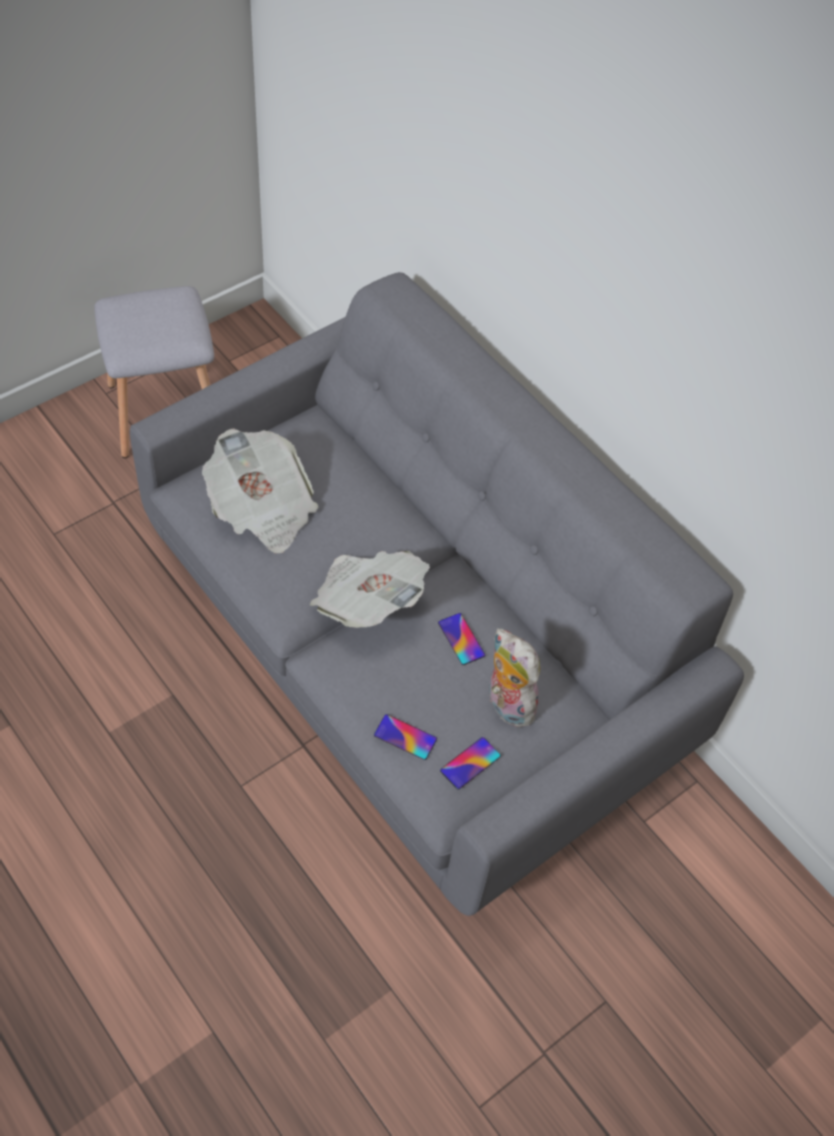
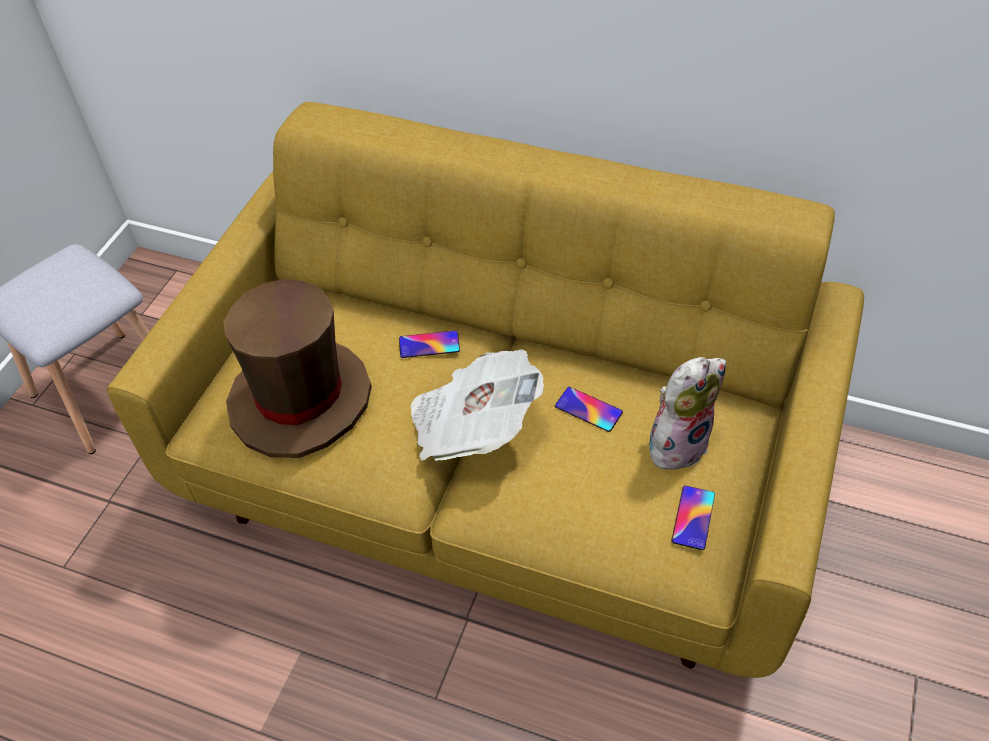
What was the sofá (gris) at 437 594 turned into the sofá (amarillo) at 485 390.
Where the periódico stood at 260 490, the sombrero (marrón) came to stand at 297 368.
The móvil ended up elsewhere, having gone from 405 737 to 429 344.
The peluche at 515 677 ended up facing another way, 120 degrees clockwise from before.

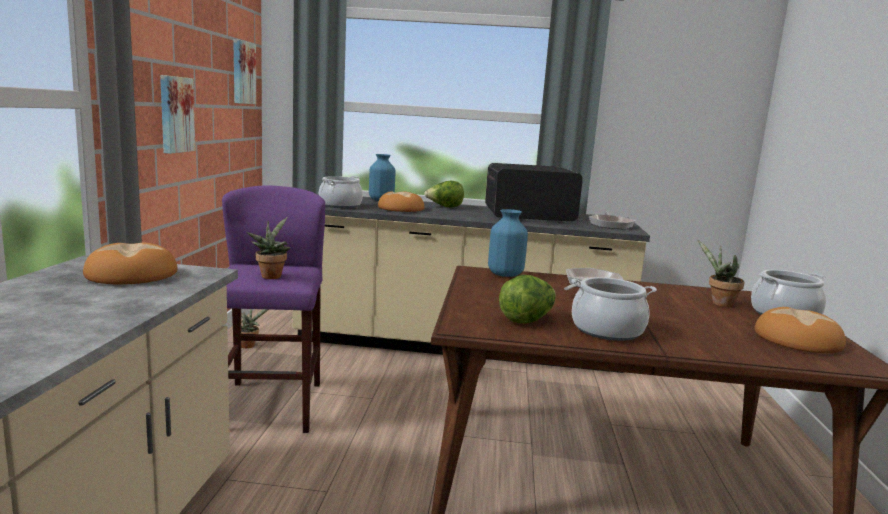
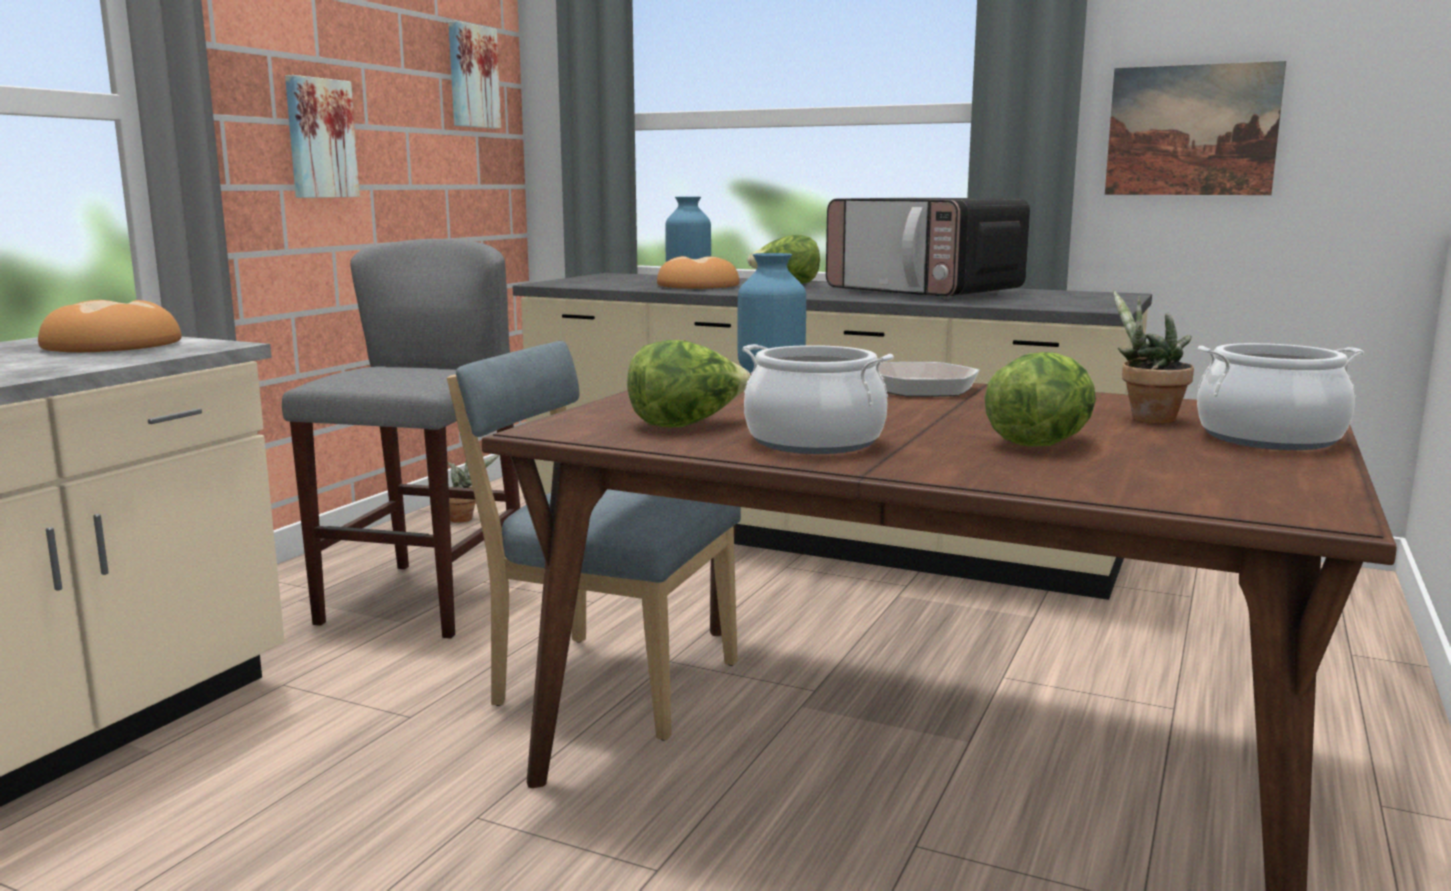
What was the taburete (morado) at 273 309 turned into the taburete (gris) at 401 439.
The second view lost the planta en maceta at 268 248.
The second view lost the olla at 341 192.
The microondas at 534 193 ended up facing another way, 150 degrees counterclockwise from before.
The second view lost the sartén at 612 220.
The second view lost the pan at 800 330.
The second view gained the silla (azul) at 594 541.
The second view gained the lechuga at 1040 399.
The second view gained the cuadro at 1195 128.

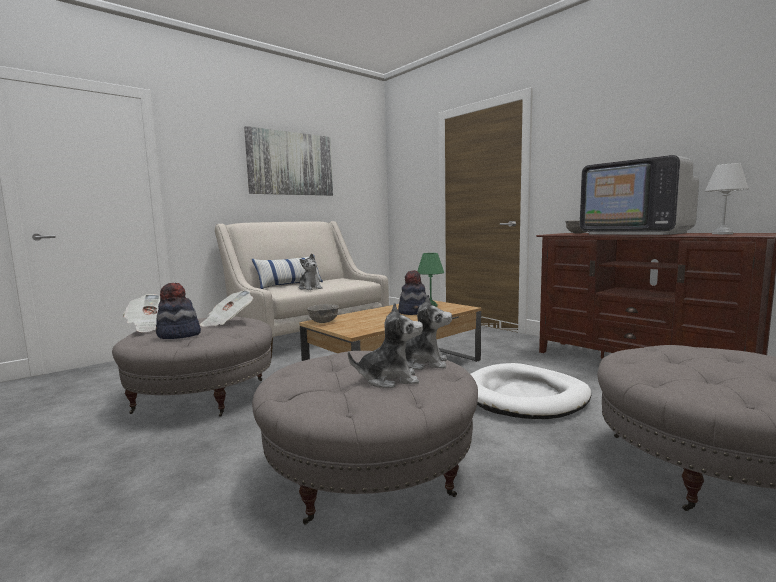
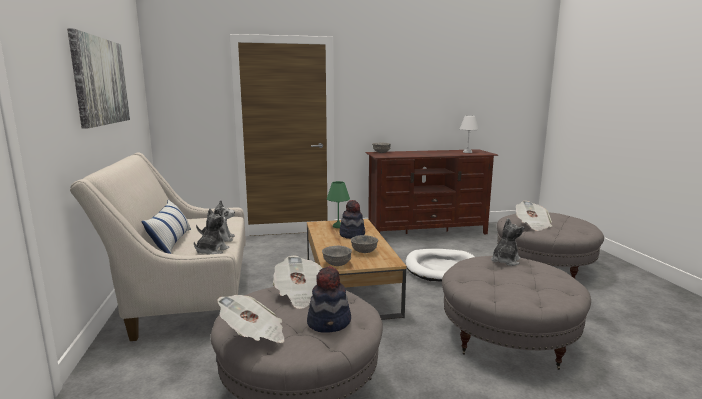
The peluche ended up elsewhere, having gone from 385 345 to 211 232.
The second view lost the televisor at 639 195.
The second view gained the cuenco (gris) at 364 244.
The second view gained the periódico at 534 216.

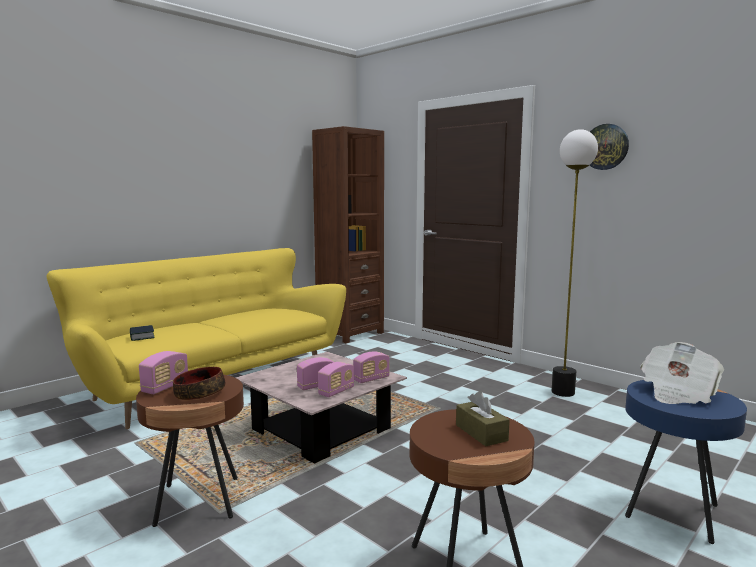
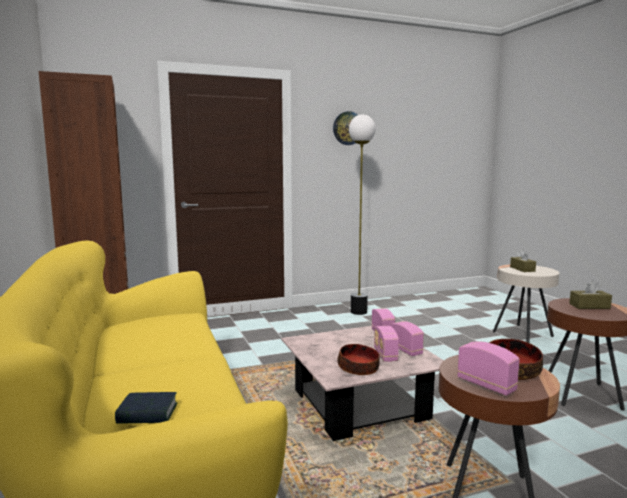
What was the mesa auxiliar (azul) at 686 462 turned into the mesa auxiliar (beis) at 526 303.
Where the periódico stood at 682 373, the caja de pañuelos (marrón) came to stand at 523 260.
The second view gained the cuenco at 359 359.

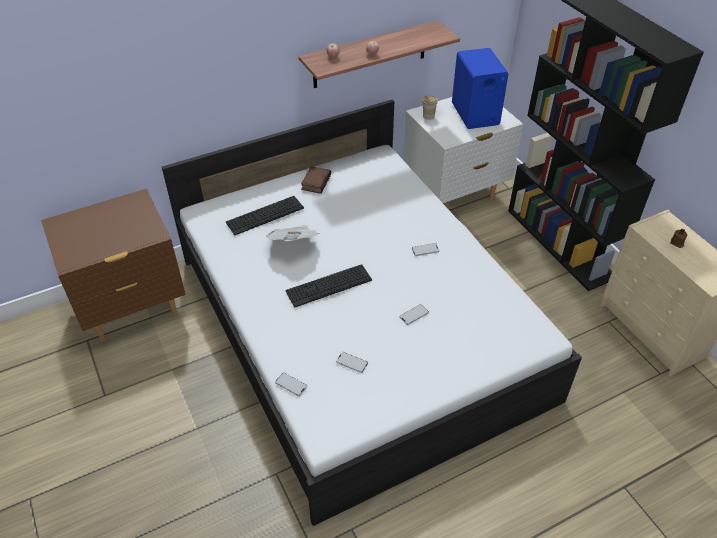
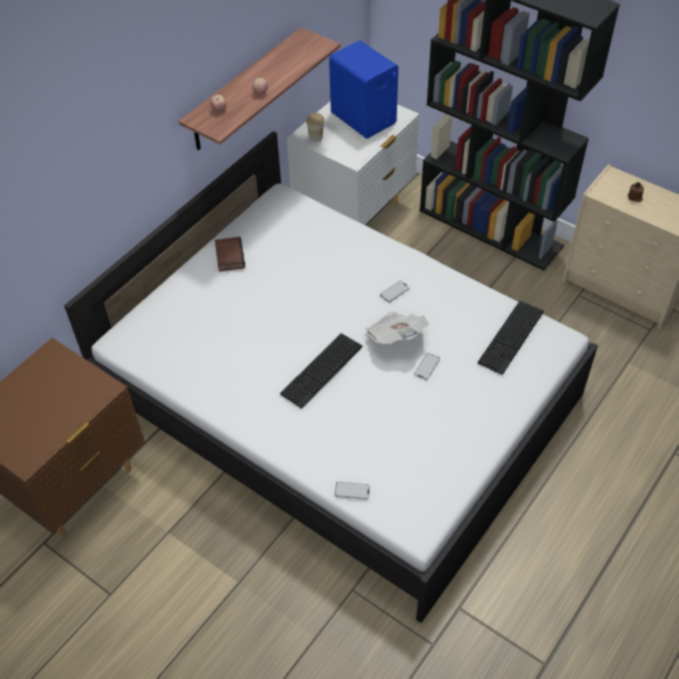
The teclado ended up elsewhere, having gone from 264 215 to 510 338.
The periódico ended up elsewhere, having gone from 293 233 to 397 328.
The second view lost the móvil at 352 362.

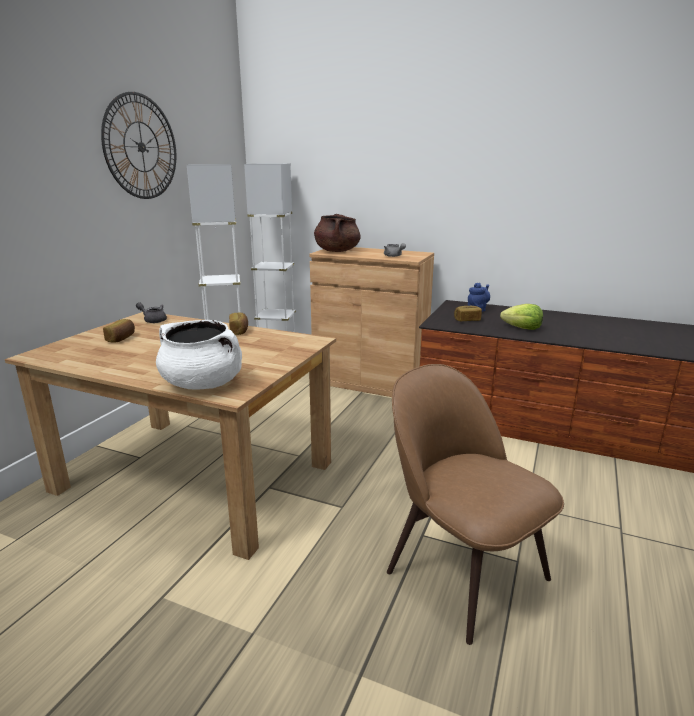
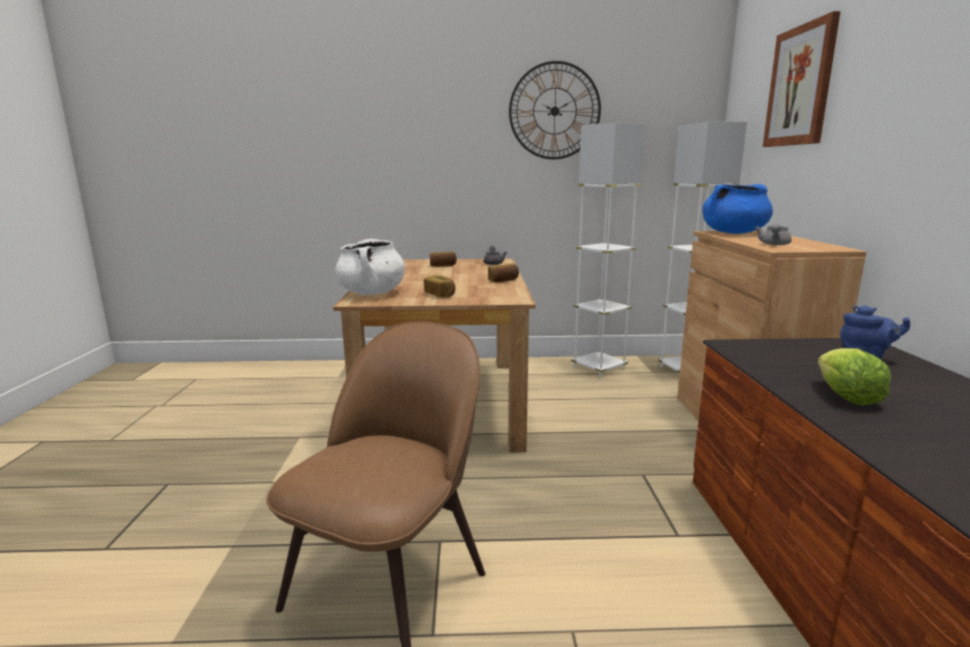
What was the olla (marrón) at 337 233 turned into the olla (azul) at 737 209.
The pan ended up elsewhere, having gone from 468 313 to 440 286.
The second view gained the cuadro at 802 79.

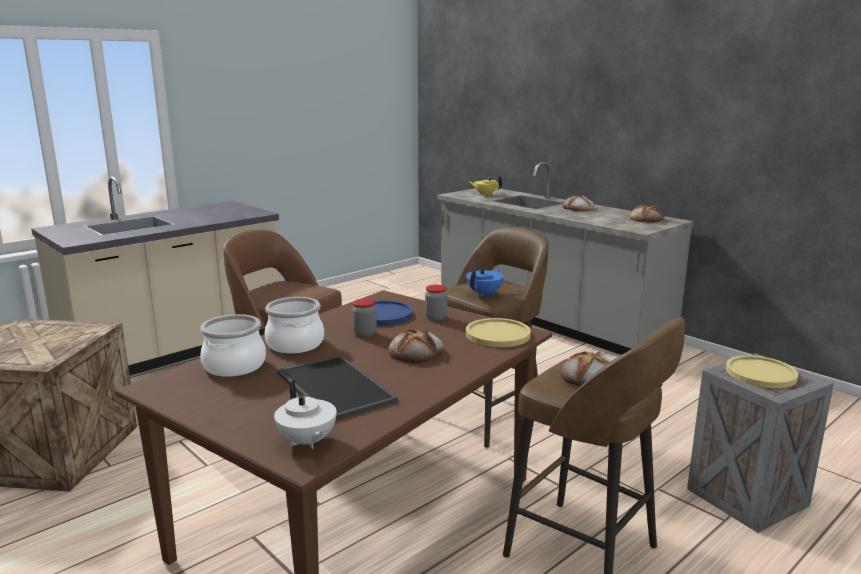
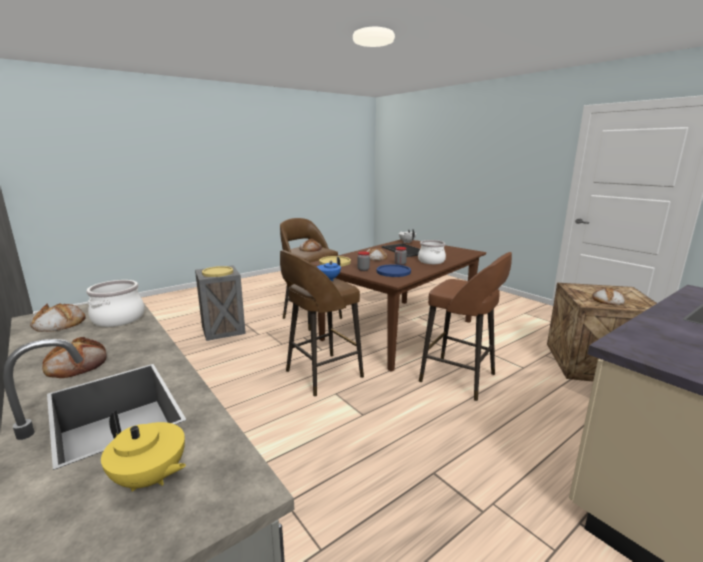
The olla ended up elsewhere, having gone from 233 345 to 115 303.
The second view gained the pan at 608 296.

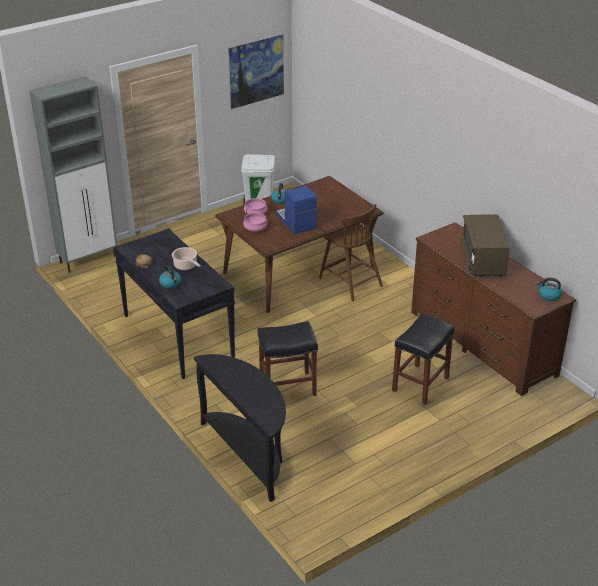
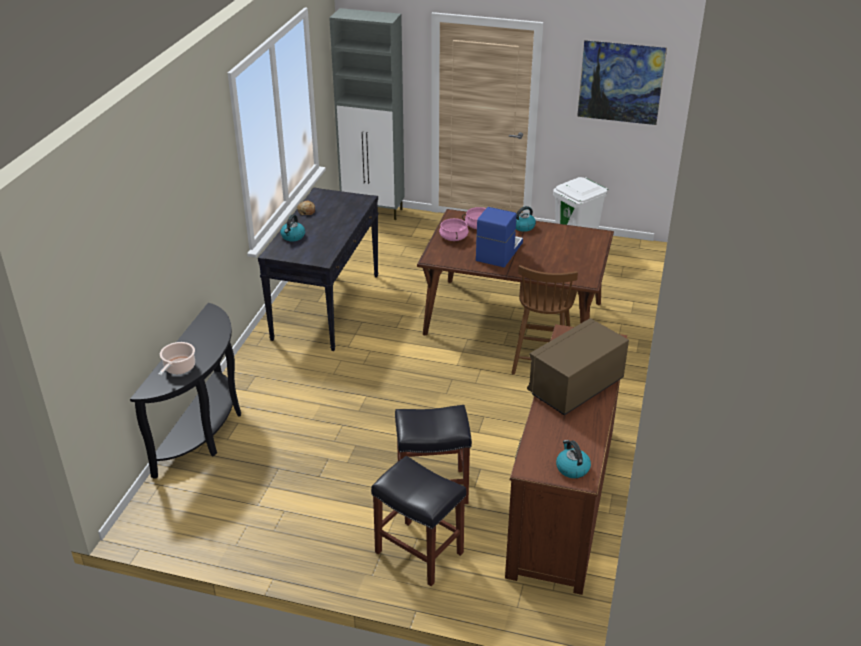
The olla ended up elsewhere, having gone from 186 258 to 176 359.
The taburete (negro) ended up elsewhere, having gone from 287 358 to 418 521.

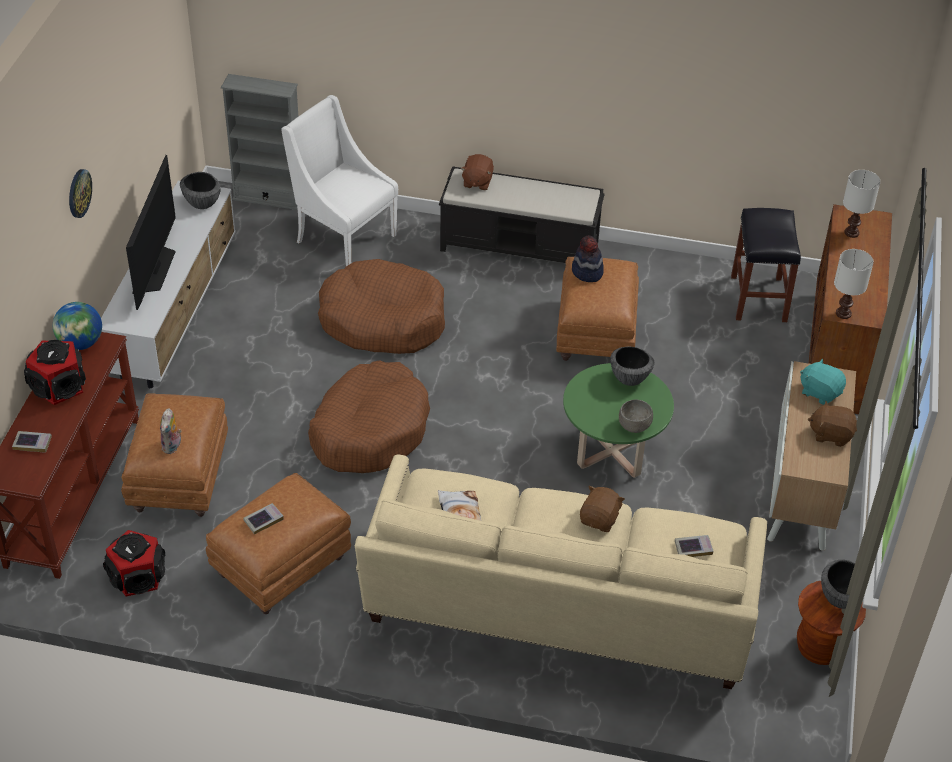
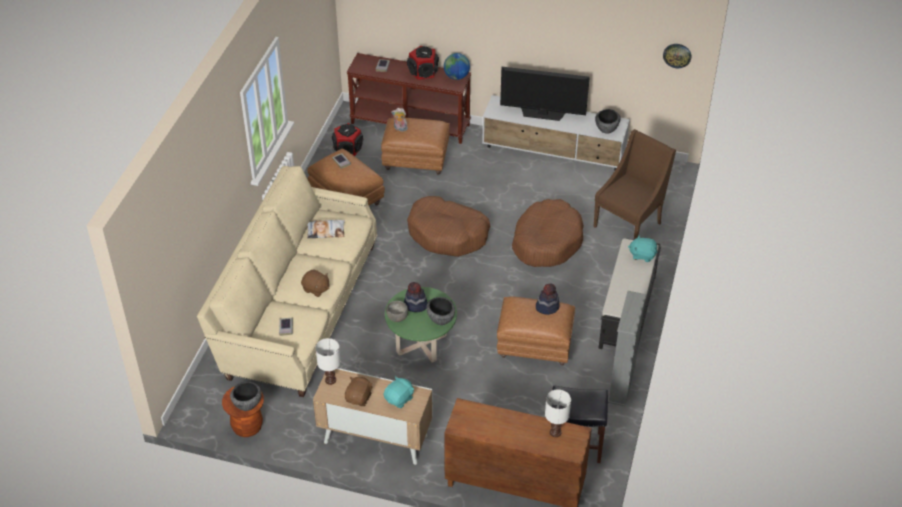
The reloj de pared ended up elsewhere, having gone from 80 193 to 677 56.
The estantería (gris) ended up elsewhere, having gone from 259 142 to 627 349.
What was the sillón (blanco) at 339 180 turned into the sillón (marrón) at 635 184.
What was the peluche (marrón) at 477 172 turned into the peluche (turquesa) at 642 248.
The lámpara de mesa (blanco) ended up elsewhere, having gone from 854 284 to 328 361.
The second view gained the sombrero at 416 297.

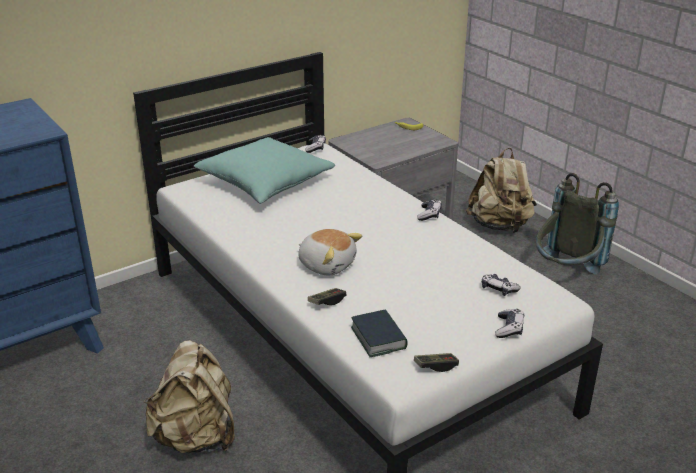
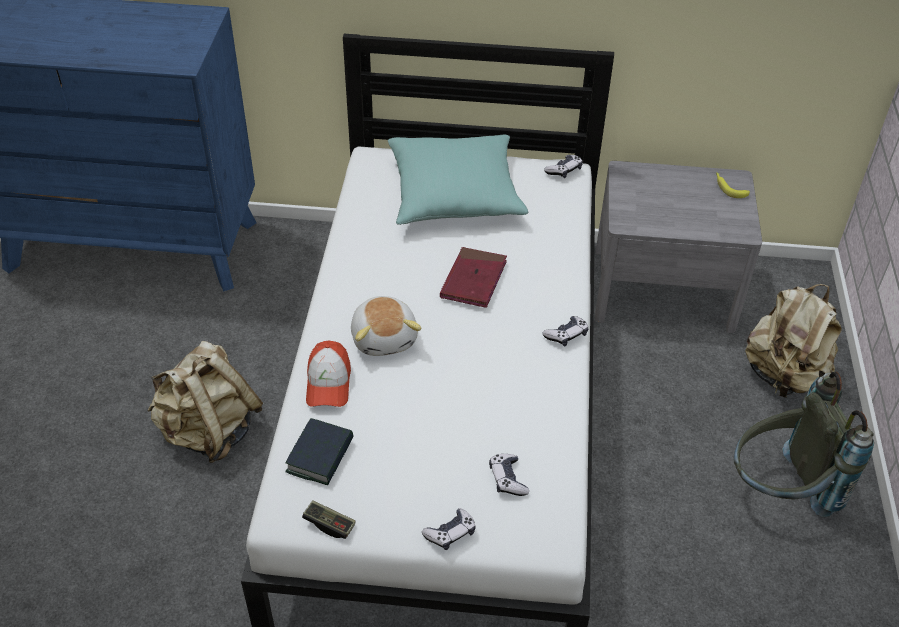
Where the mando de consola stood at 327 296, the gorra came to stand at 328 373.
The second view gained the libro (rojo) at 473 277.

